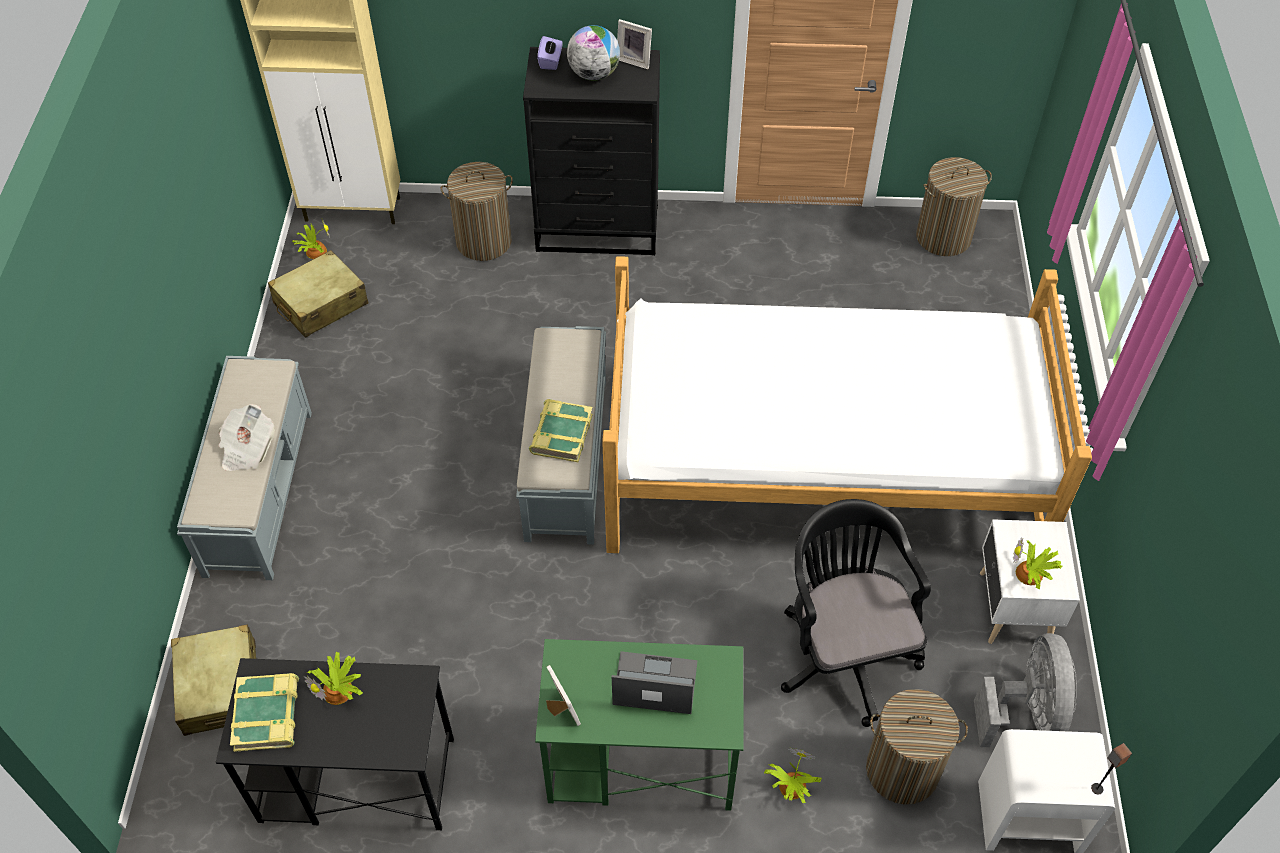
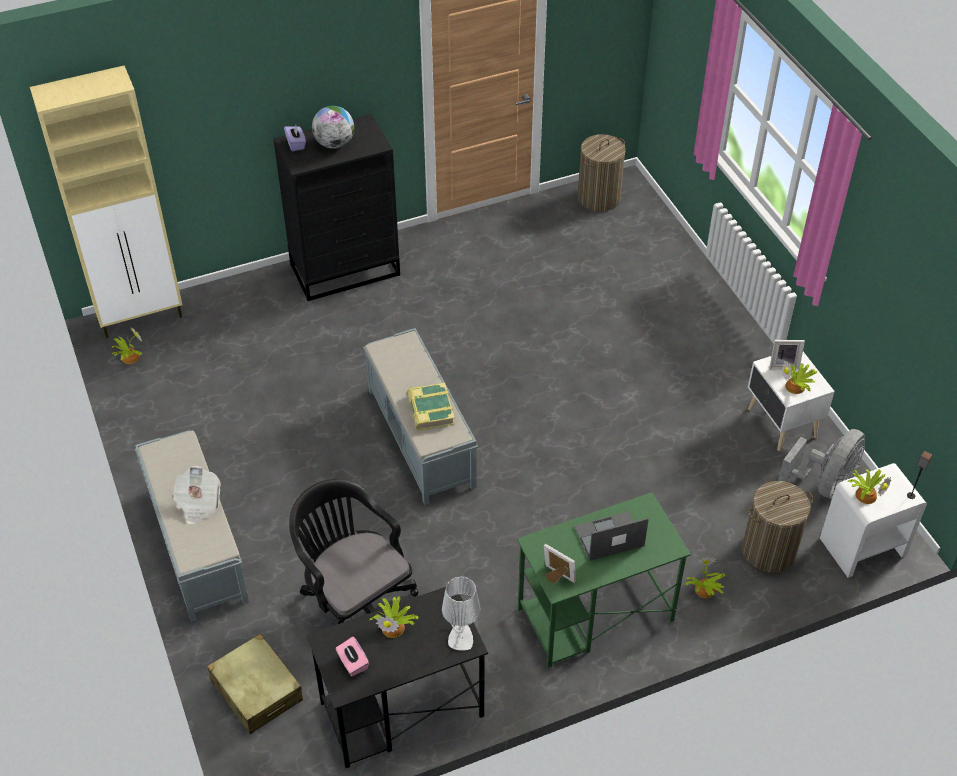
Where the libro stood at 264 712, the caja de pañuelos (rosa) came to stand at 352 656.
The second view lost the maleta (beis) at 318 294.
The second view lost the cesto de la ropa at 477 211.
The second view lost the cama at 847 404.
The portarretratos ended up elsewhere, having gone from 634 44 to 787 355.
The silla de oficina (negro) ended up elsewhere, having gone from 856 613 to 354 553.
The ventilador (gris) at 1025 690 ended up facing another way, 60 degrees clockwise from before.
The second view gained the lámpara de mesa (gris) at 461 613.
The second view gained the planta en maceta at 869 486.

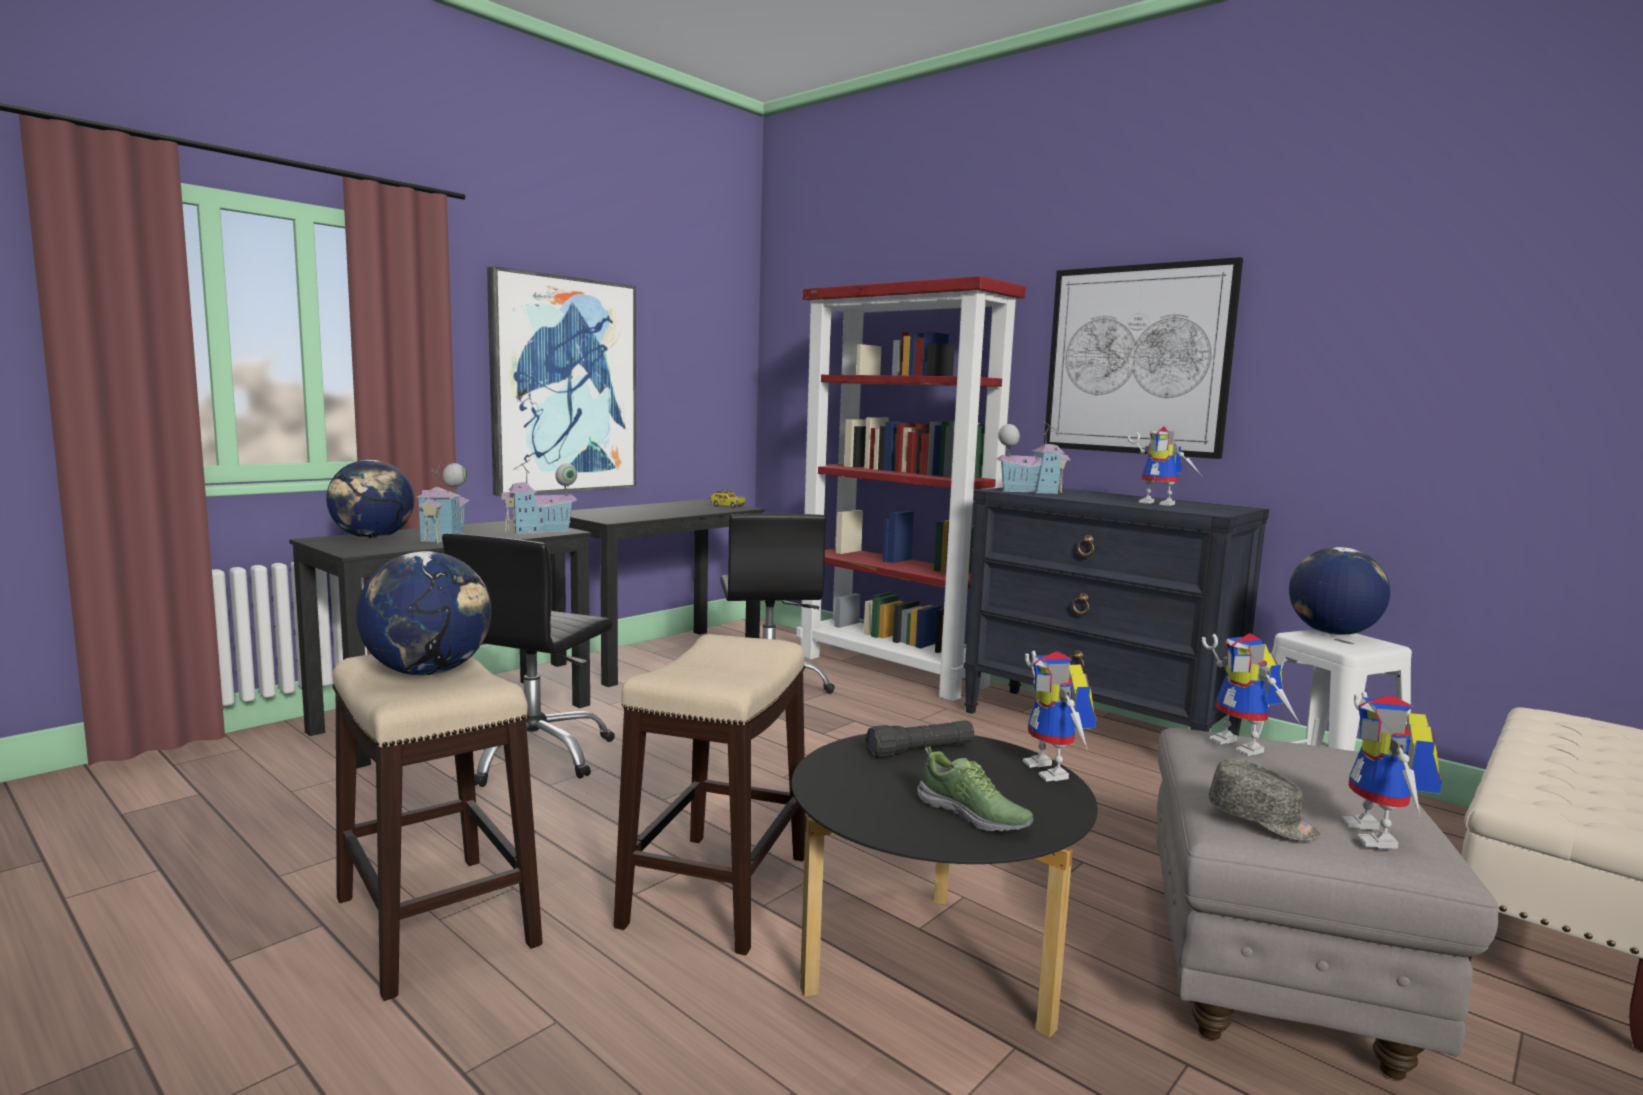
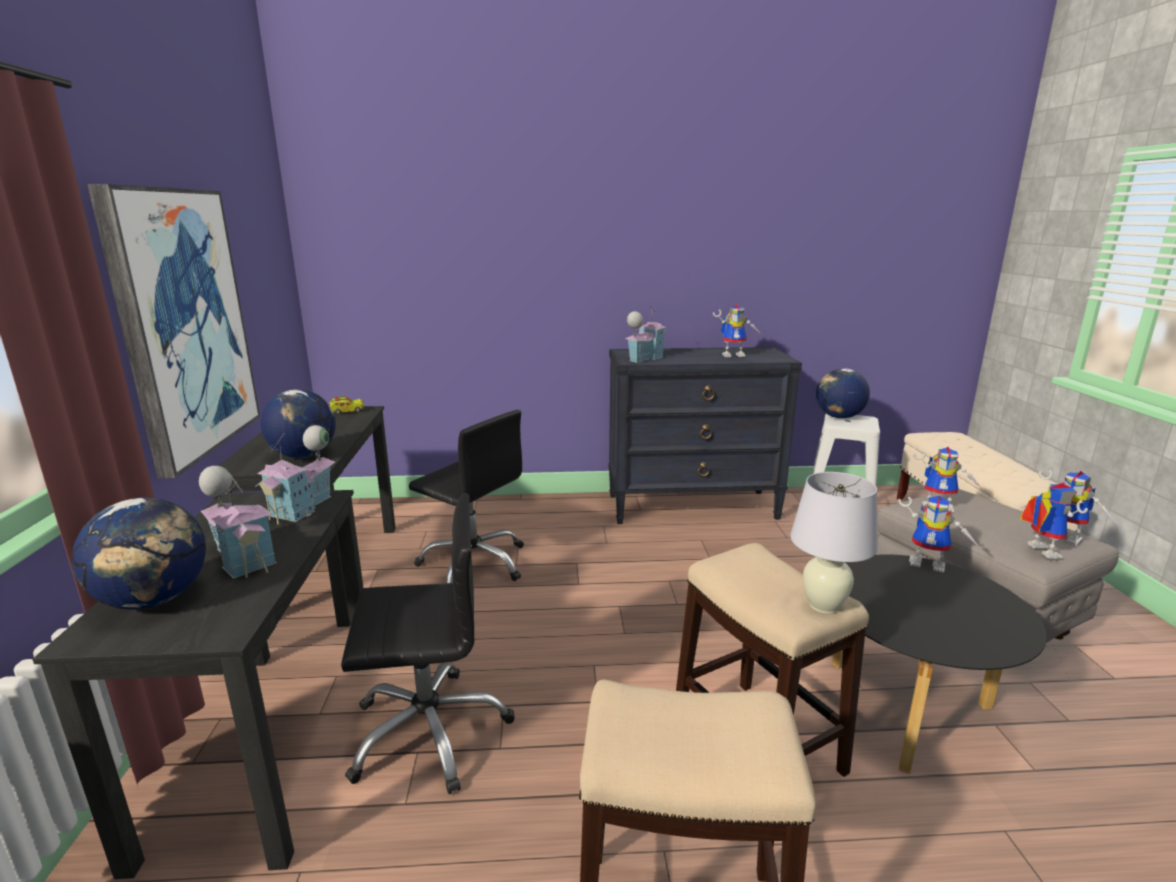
The globo terráqueo ended up elsewhere, having gone from 423 613 to 298 423.
The silla de oficina (negro) at 528 660 ended up facing another way, 75 degrees counterclockwise from before.
The second view lost the estantería (rojo) at 911 488.
The second view lost the linterna (negro) at 919 739.
The second view lost the zapato at 975 789.
The second view lost the cuadro at 1143 358.
Where the gorra (gris) stood at 1264 800, the robot de juguete came to stand at 1054 521.
The second view gained the lámpara de mesa (blanco) at 834 543.

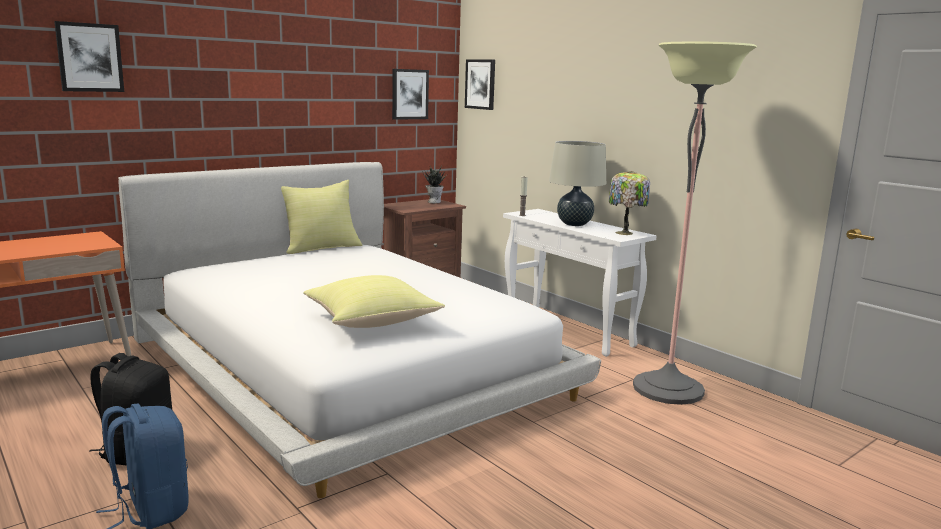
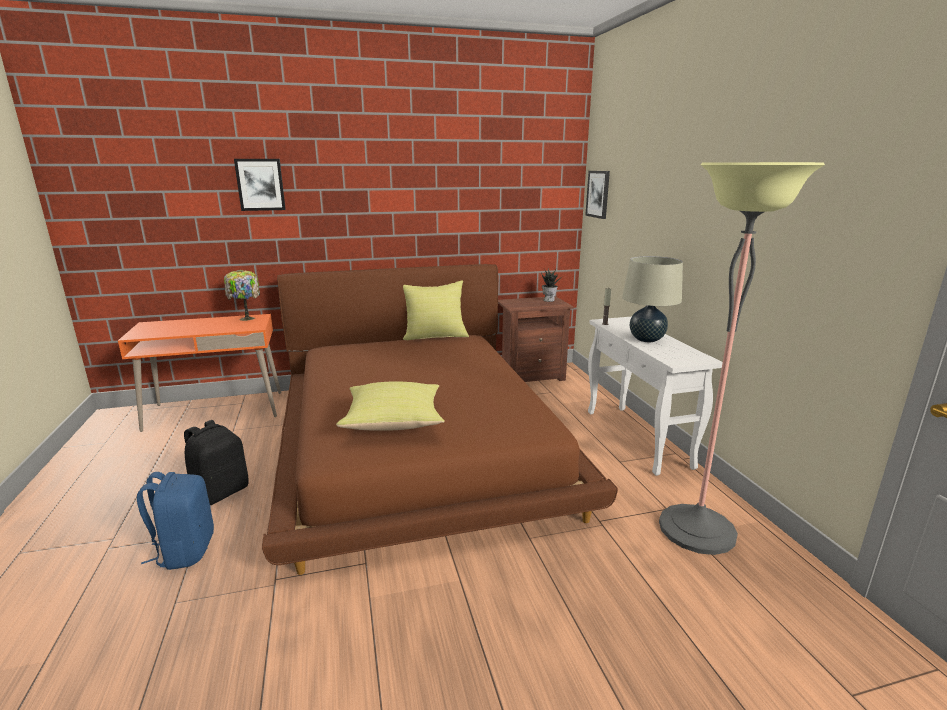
What was the cama (blanco) at 359 330 turned into the cama (marrón) at 440 419.
The second view lost the cuadro at 410 94.
The lámpara de mesa ended up elsewhere, having gone from 629 203 to 242 295.

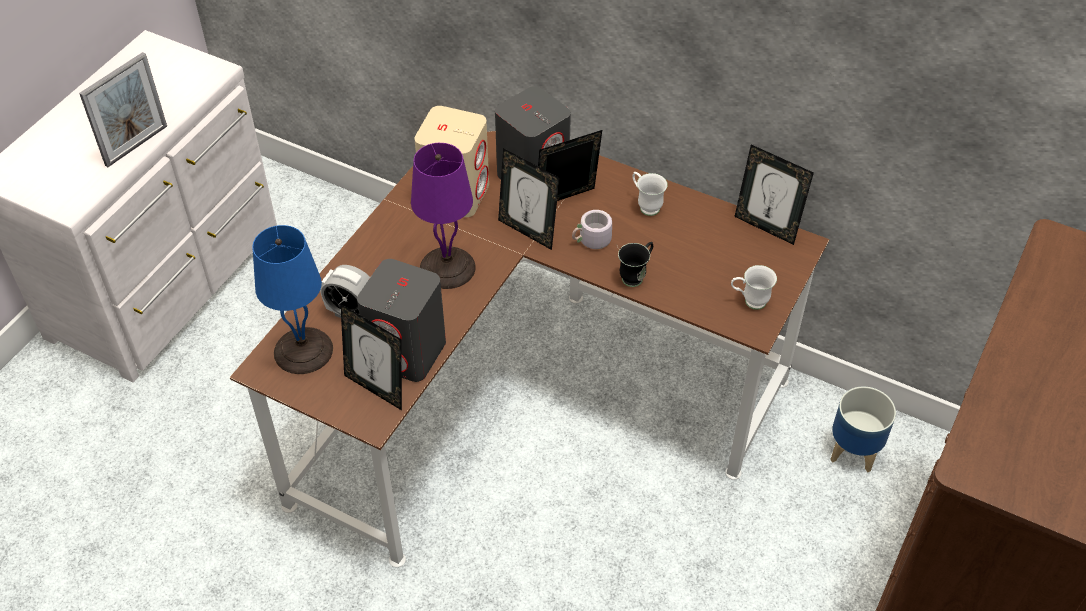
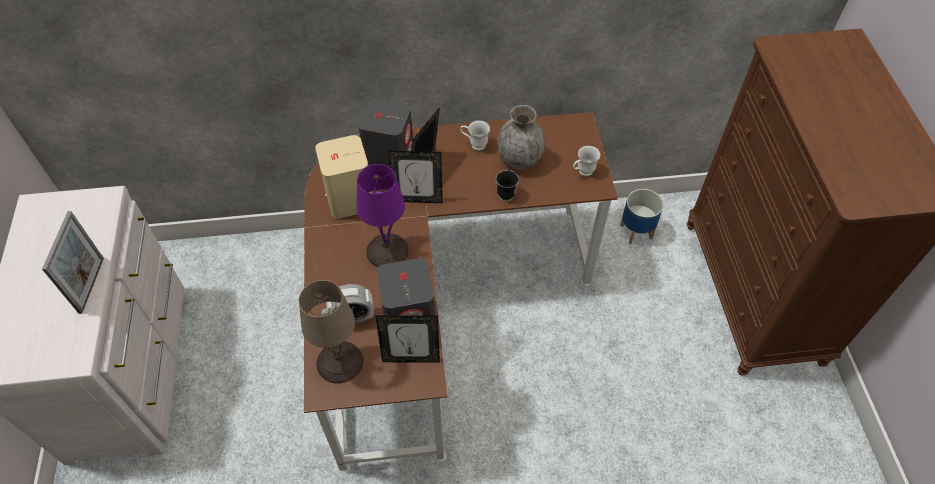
What was the lámpara de mesa (azul) at 292 299 turned into the lámpara de mesa (beis) at 331 332.
The second view lost the taza grande (gris) at 595 229.
The second view lost the portarretratos at 774 195.
The second view gained the florero (gris) at 521 137.

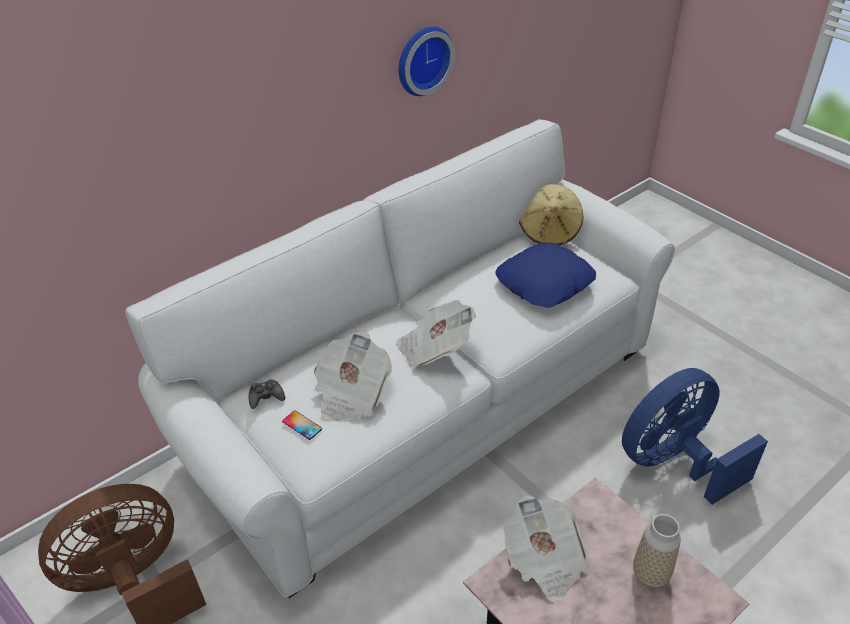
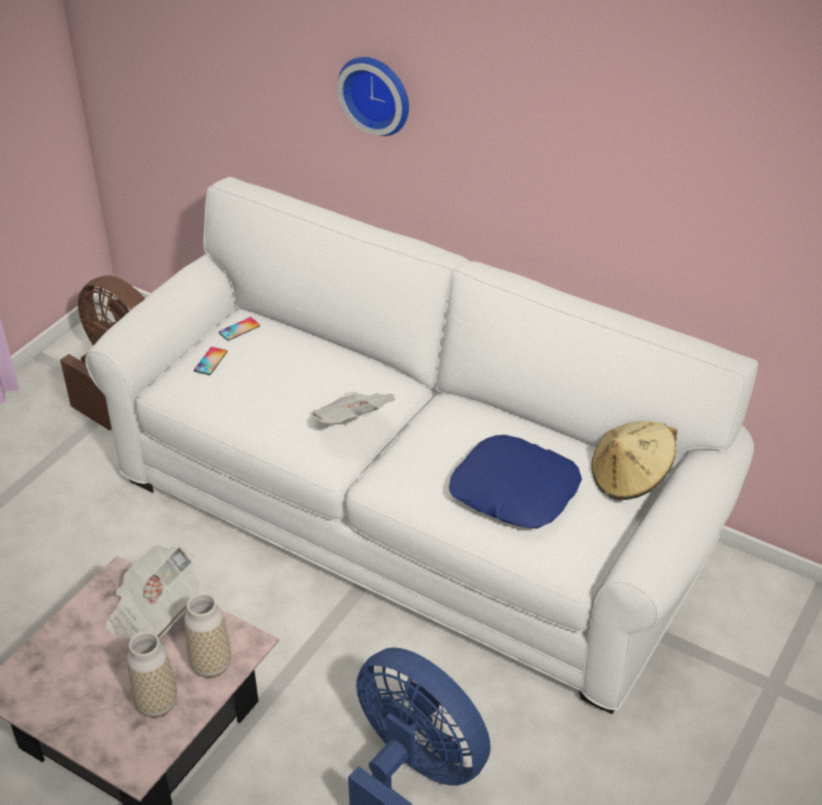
Where the mando de consola (negro) stood at 267 394, the móvil came to stand at 239 329.
The second view lost the periódico at 353 376.
The reloj de pared ended up elsewhere, having gone from 427 61 to 373 96.
The second view gained the florero at 207 635.

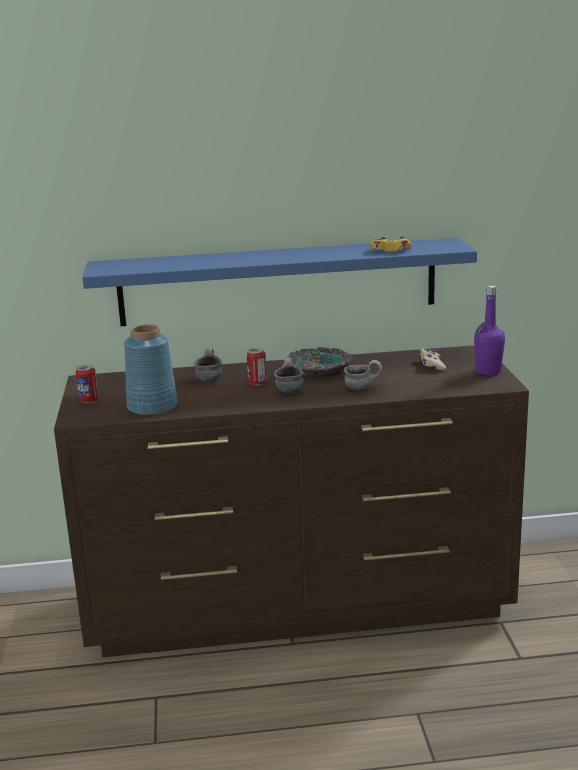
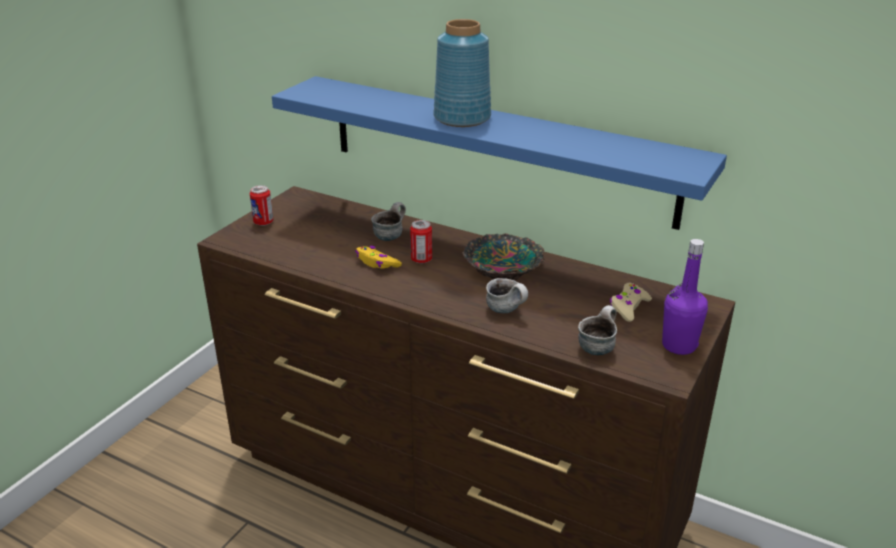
The florero (azul) ended up elsewhere, having gone from 150 369 to 462 73.
The taza grande ended up elsewhere, having gone from 288 375 to 597 330.
The mando de consola (amarillo) ended up elsewhere, having gone from 391 244 to 378 257.

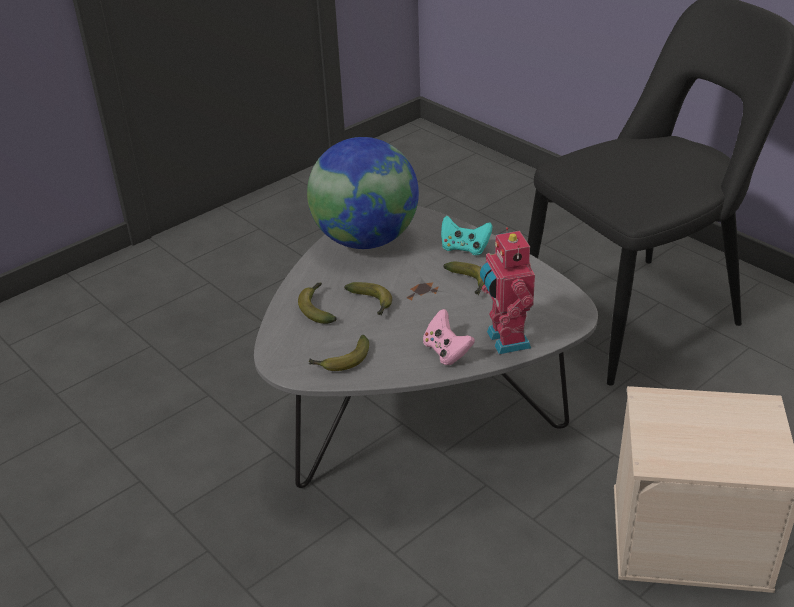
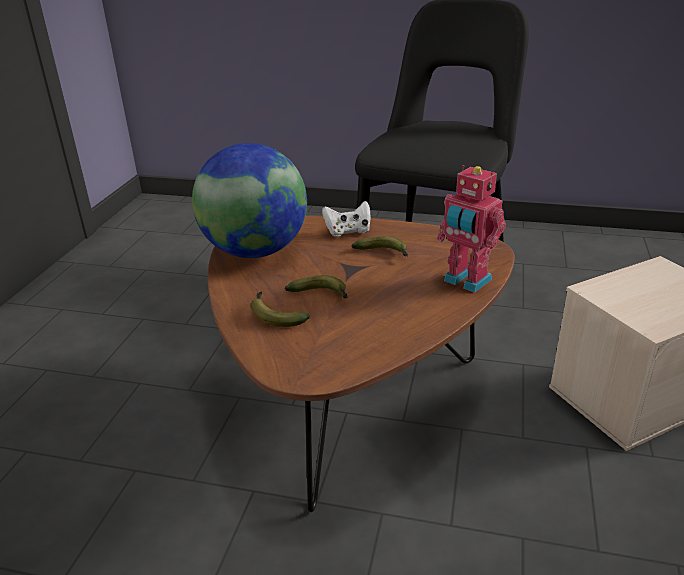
What was the mesa de centro (gris) at 426 347 turned into the mesa de centro (marrón) at 361 363.
The second view lost the plátano at 339 353.
The second view lost the mando de consola (rosa) at 449 337.
What was the mando de consola (turquesa) at 466 235 turned into the mando de consola (blanco) at 346 219.

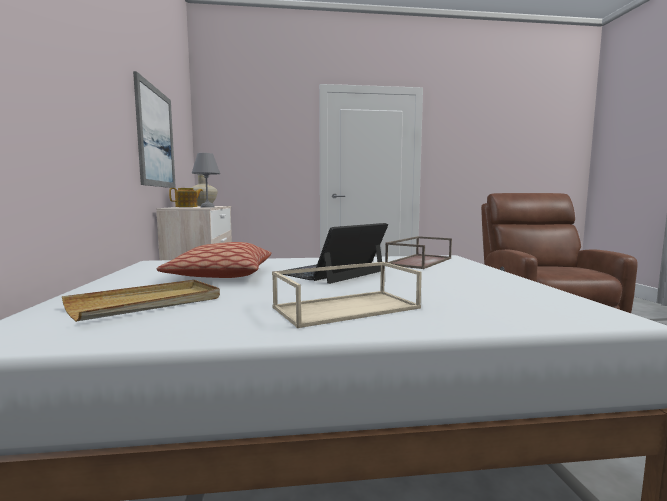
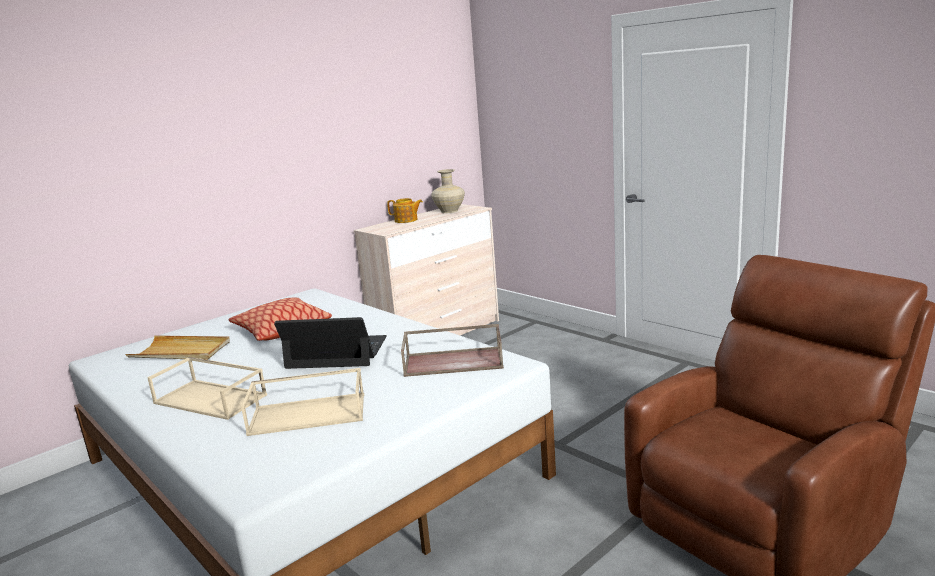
The second view lost the cuadro at 154 129.
The second view lost the lámpara de mesa (gris) at 206 180.
The second view gained the bandeja (beis) at 302 402.

